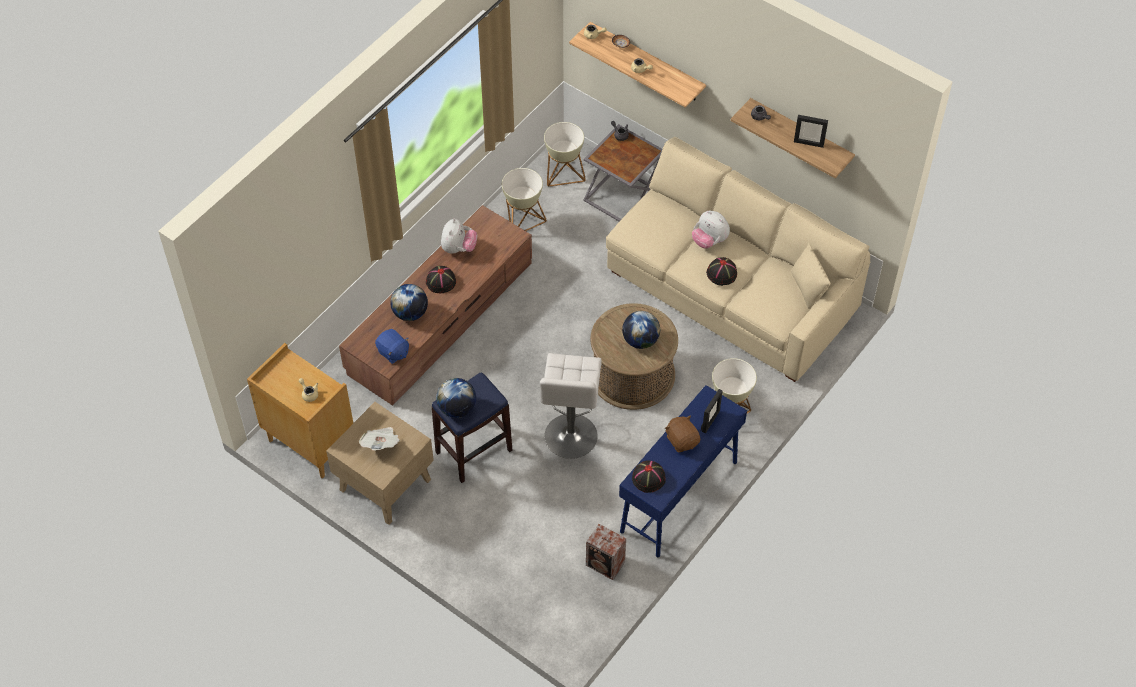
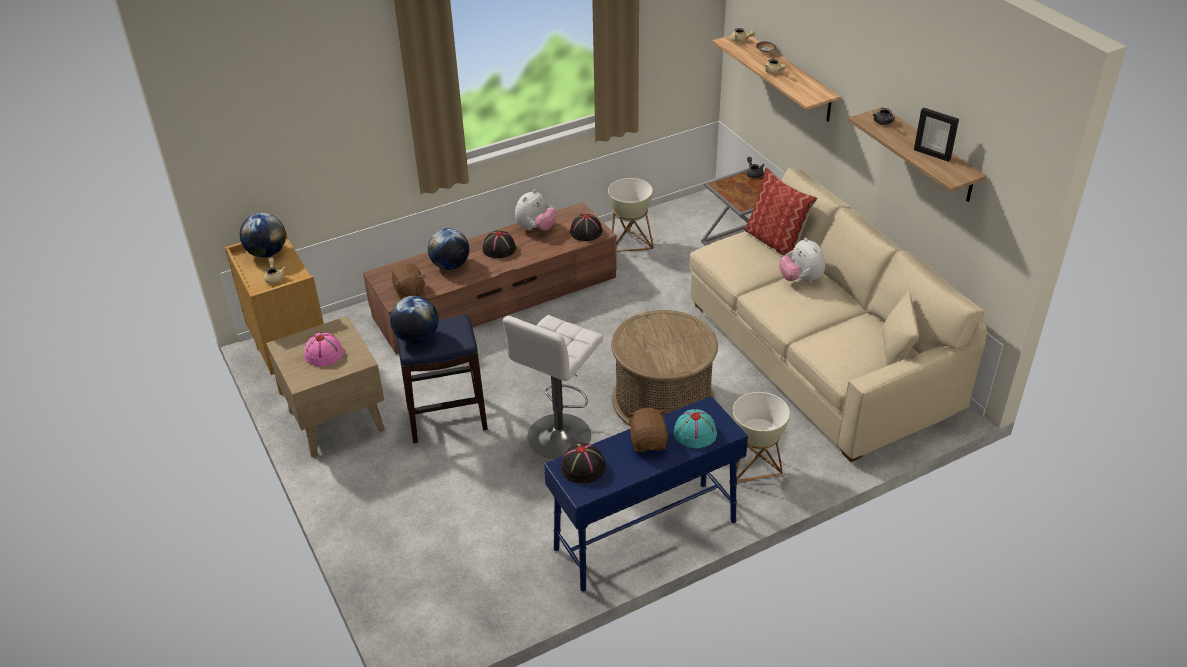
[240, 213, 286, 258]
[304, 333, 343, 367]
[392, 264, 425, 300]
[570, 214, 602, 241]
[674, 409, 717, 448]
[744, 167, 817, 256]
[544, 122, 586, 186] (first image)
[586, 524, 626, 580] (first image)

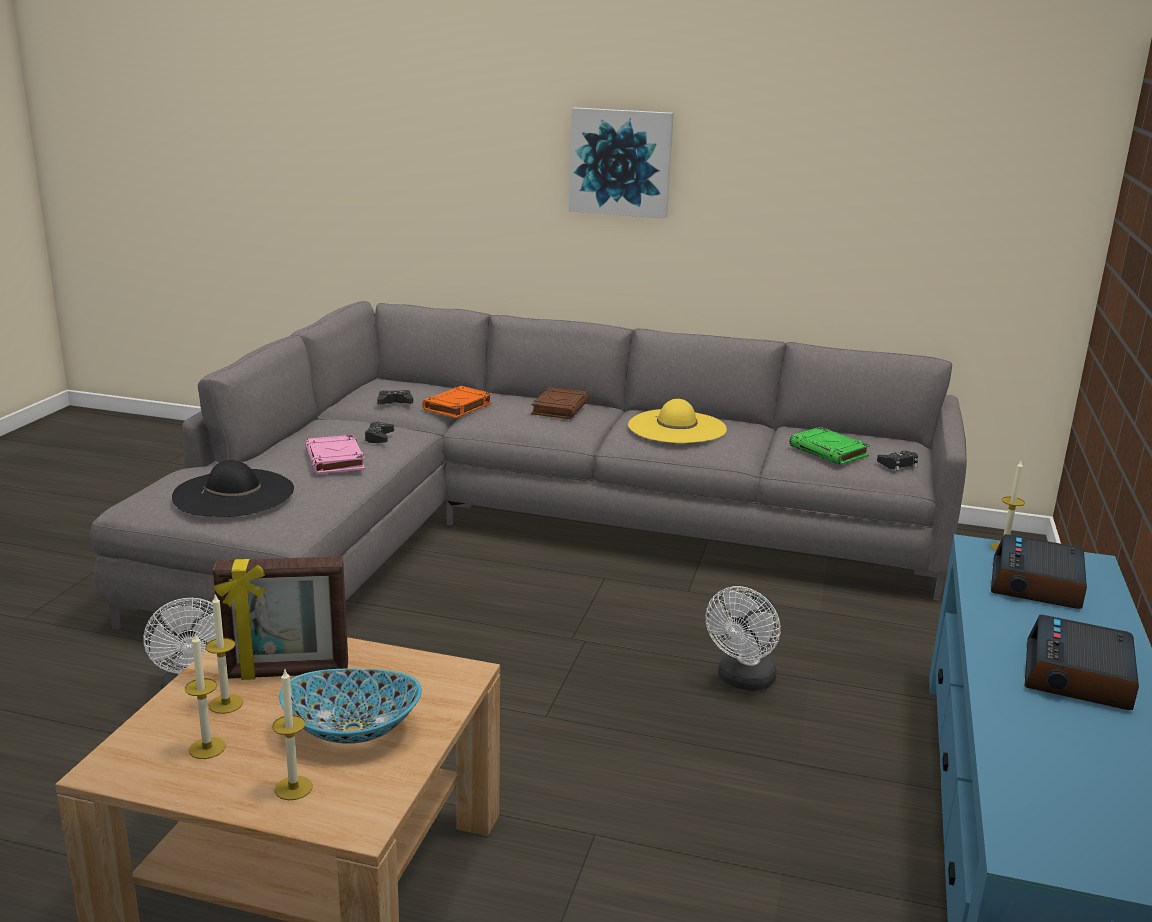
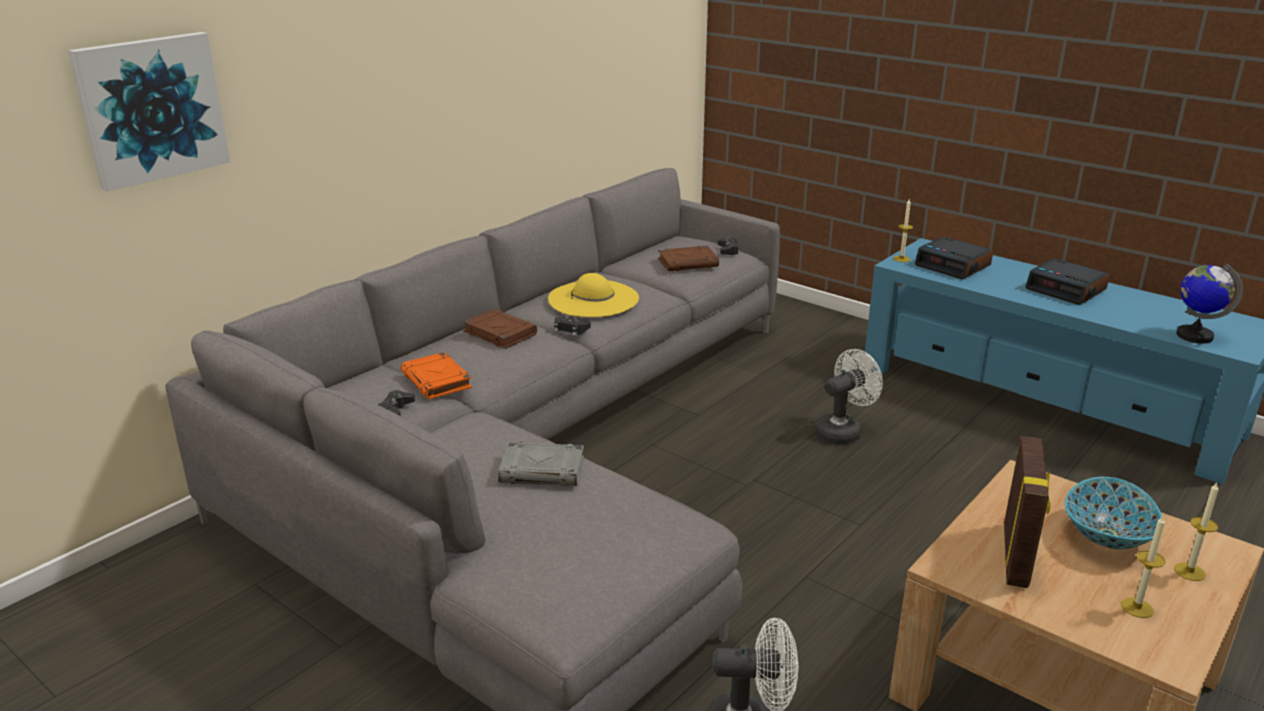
[68, 32, 230, 191]
[498, 442, 584, 486]
[554, 315, 591, 336]
[658, 246, 719, 271]
[815, 349, 883, 444]
[1176, 264, 1243, 344]
[172, 460, 294, 517] (first image)
[205, 593, 243, 714] (first image)

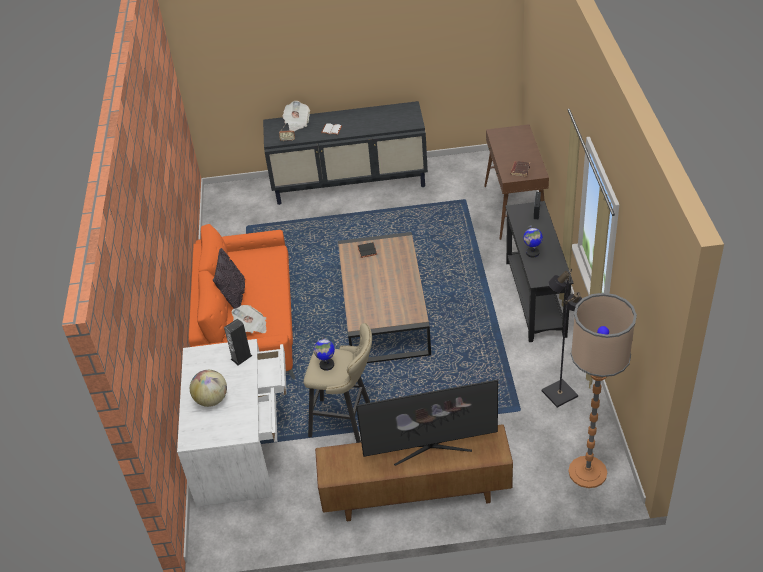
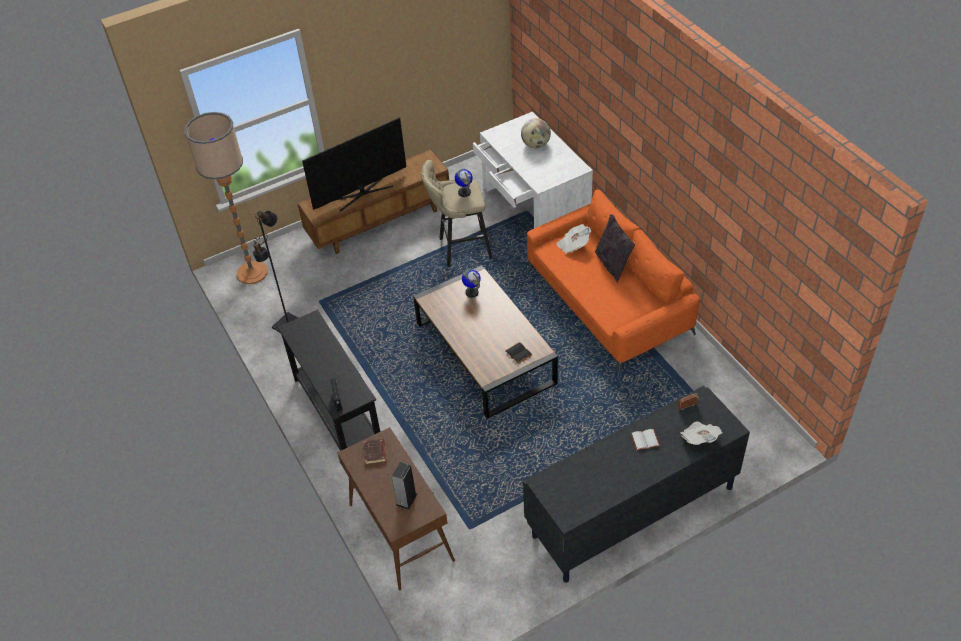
[392, 462, 417, 510]
[462, 269, 481, 298]

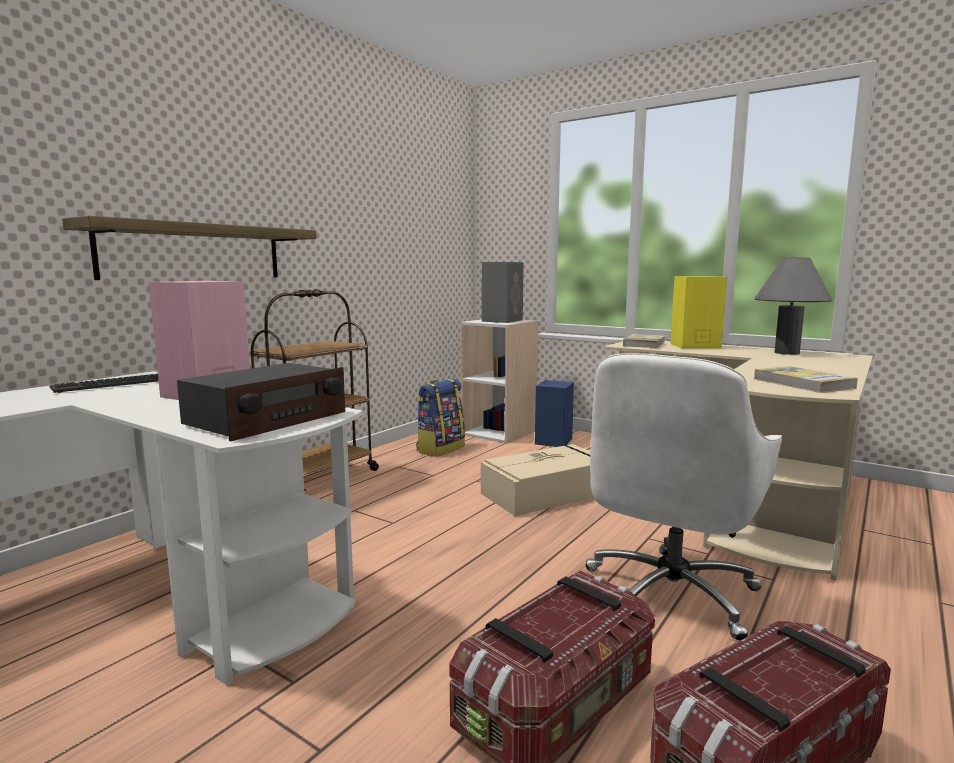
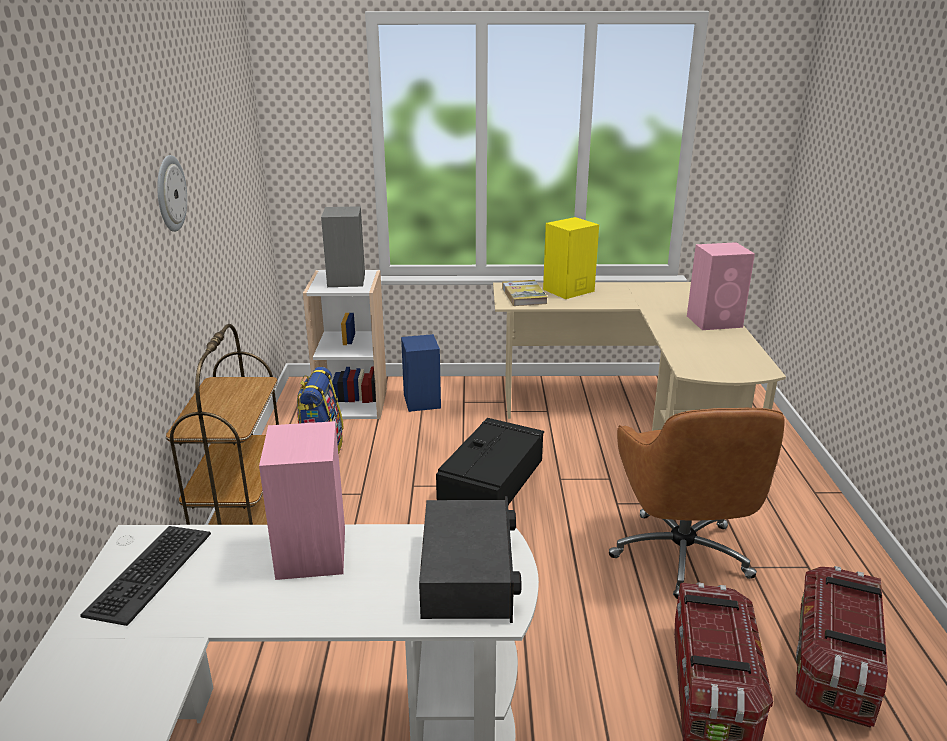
[157, 155, 187, 232]
[436, 418, 544, 505]
[609, 408, 785, 599]
[687, 242, 755, 330]
[62, 216, 317, 280] (first image)
[754, 257, 832, 355] (first image)
[754, 366, 858, 393] (first image)

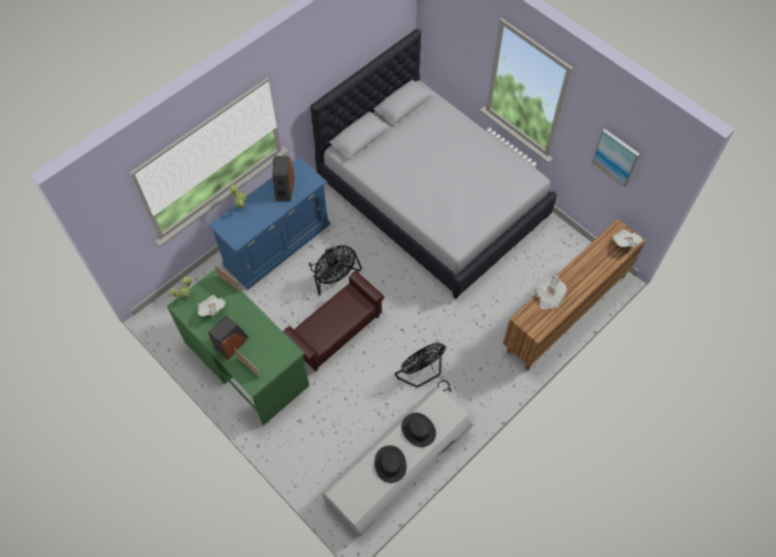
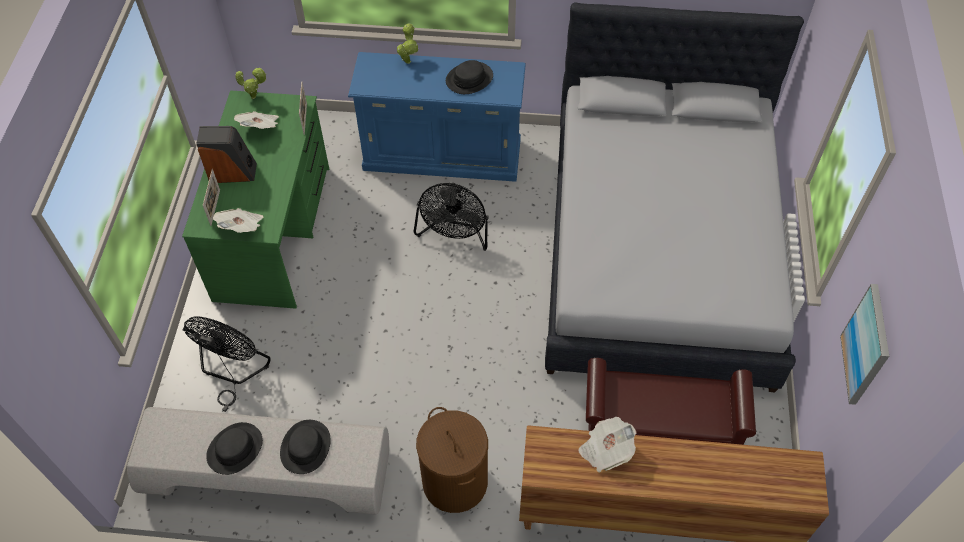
[183, 316, 271, 412]
[213, 208, 264, 233]
[416, 407, 488, 513]
[446, 60, 493, 94]
[586, 358, 756, 445]

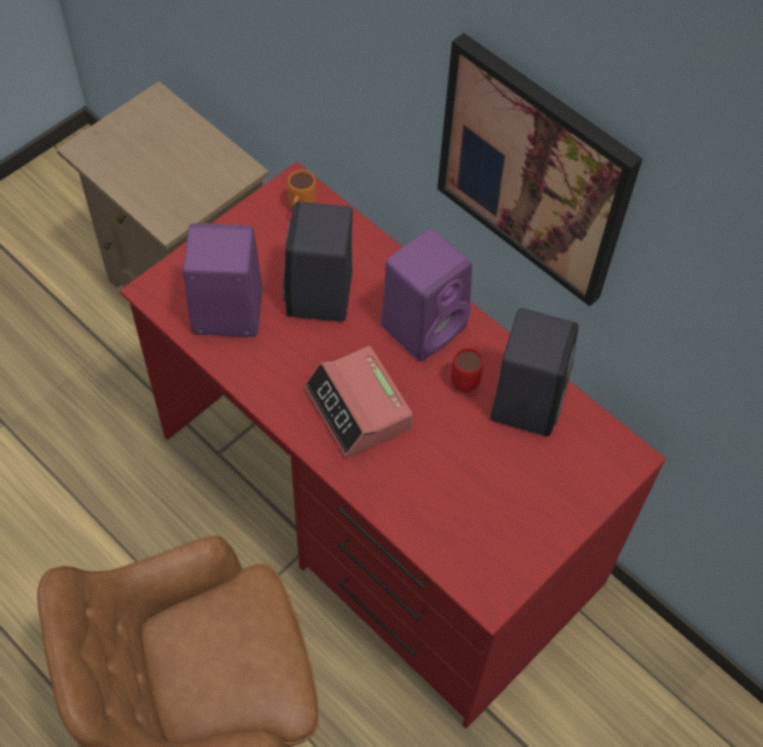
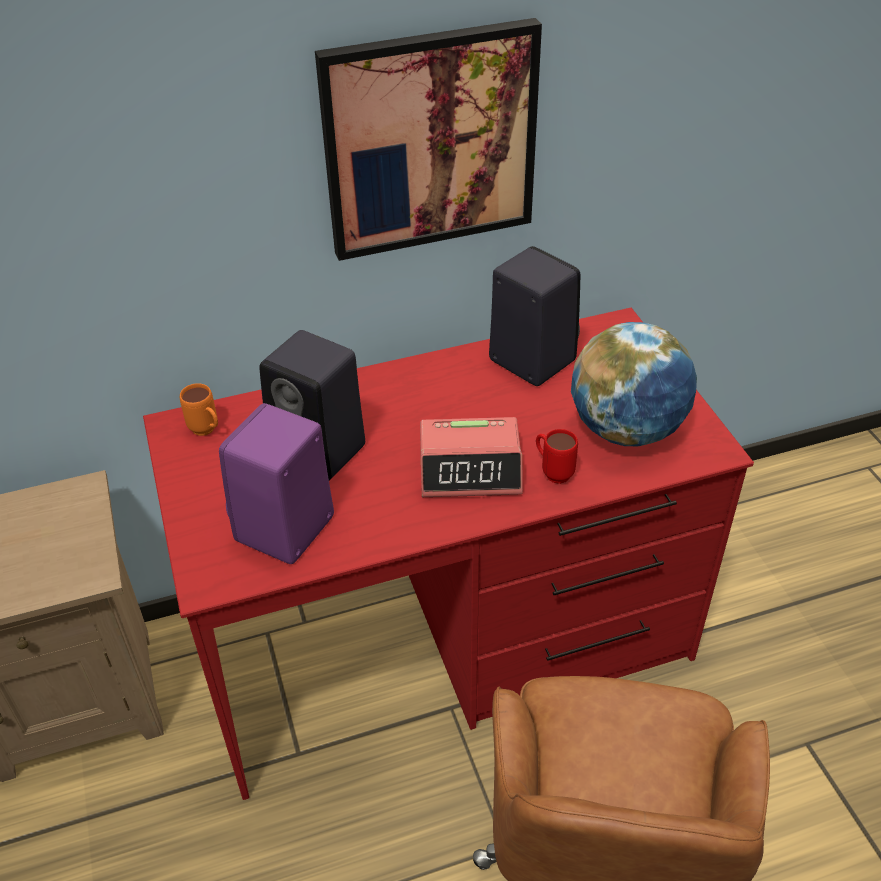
[536, 429, 578, 484]
[571, 322, 697, 446]
[381, 228, 472, 361] (first image)

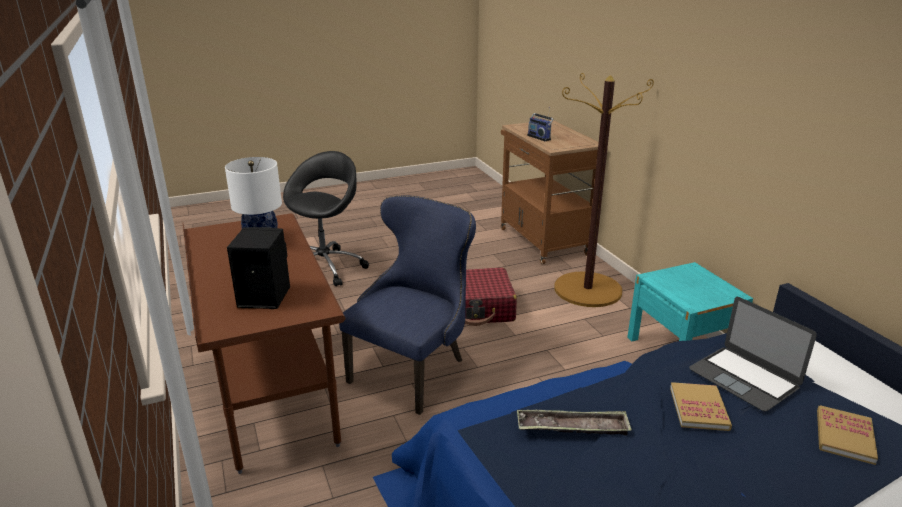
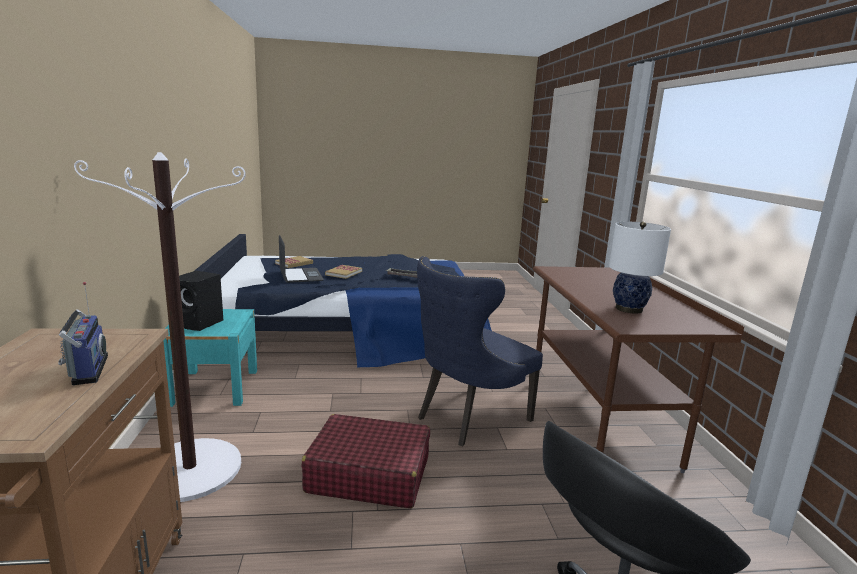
[74, 152, 246, 502]
[179, 271, 223, 331]

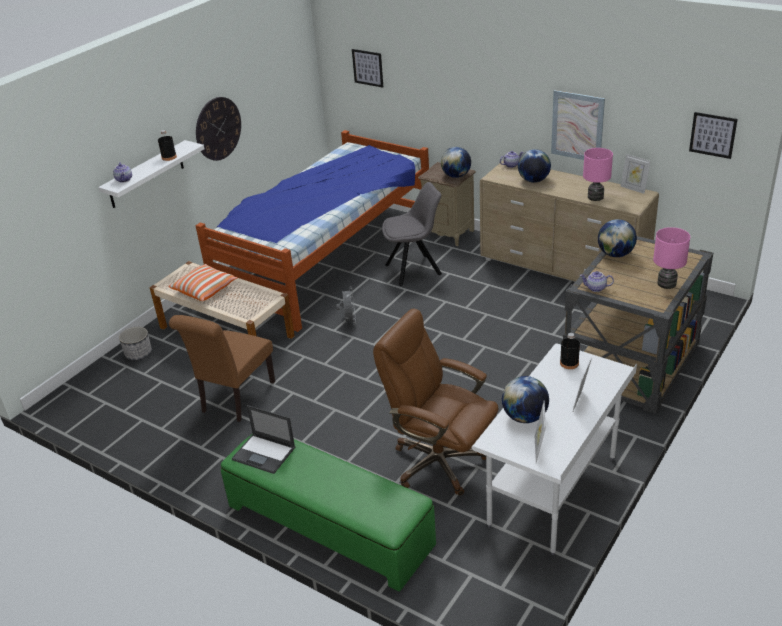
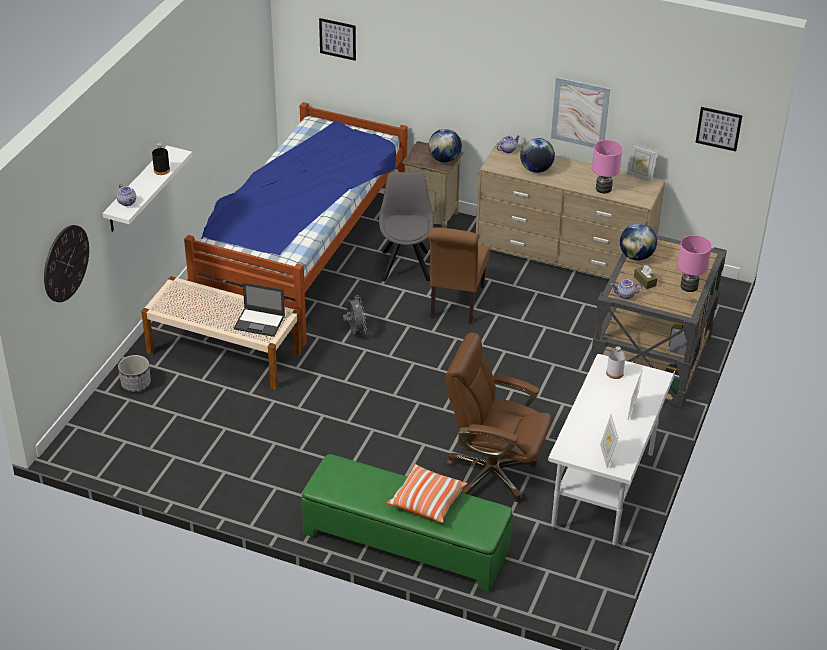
[44, 225, 89, 302]
[234, 282, 285, 337]
[379, 172, 434, 282]
[387, 464, 467, 523]
[428, 227, 490, 324]
[606, 346, 626, 379]
[634, 265, 658, 289]
[502, 376, 549, 423] (first image)

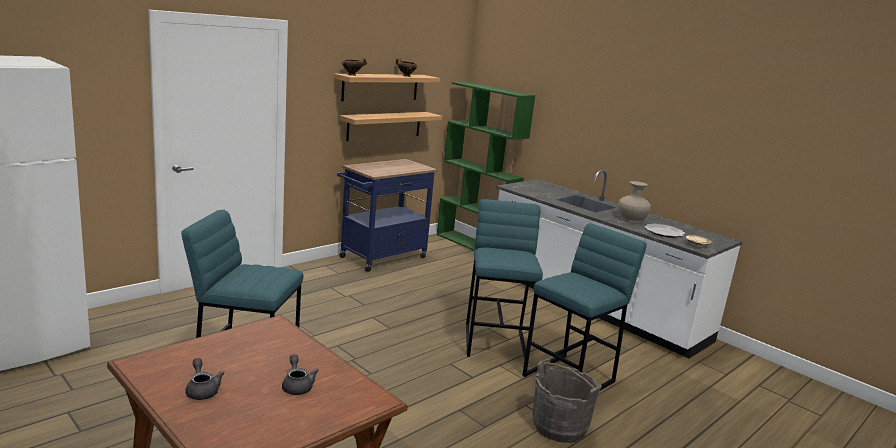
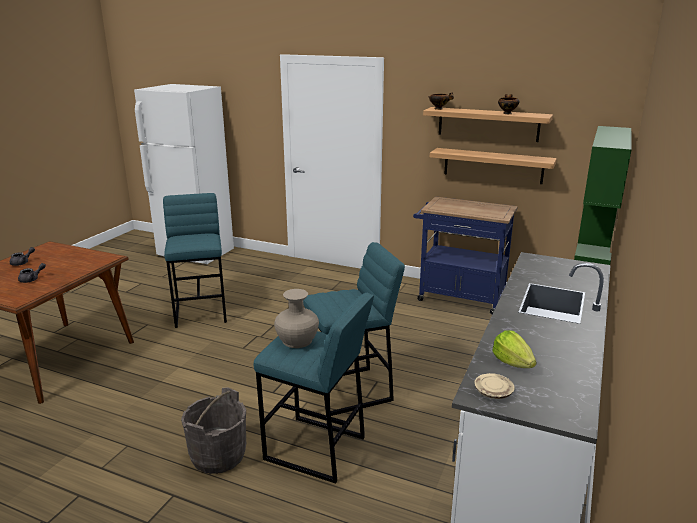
[274, 289, 319, 348]
[493, 330, 537, 368]

